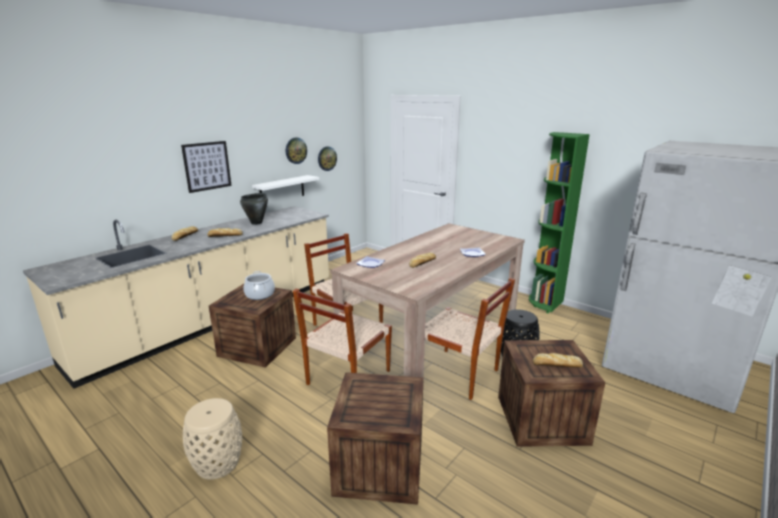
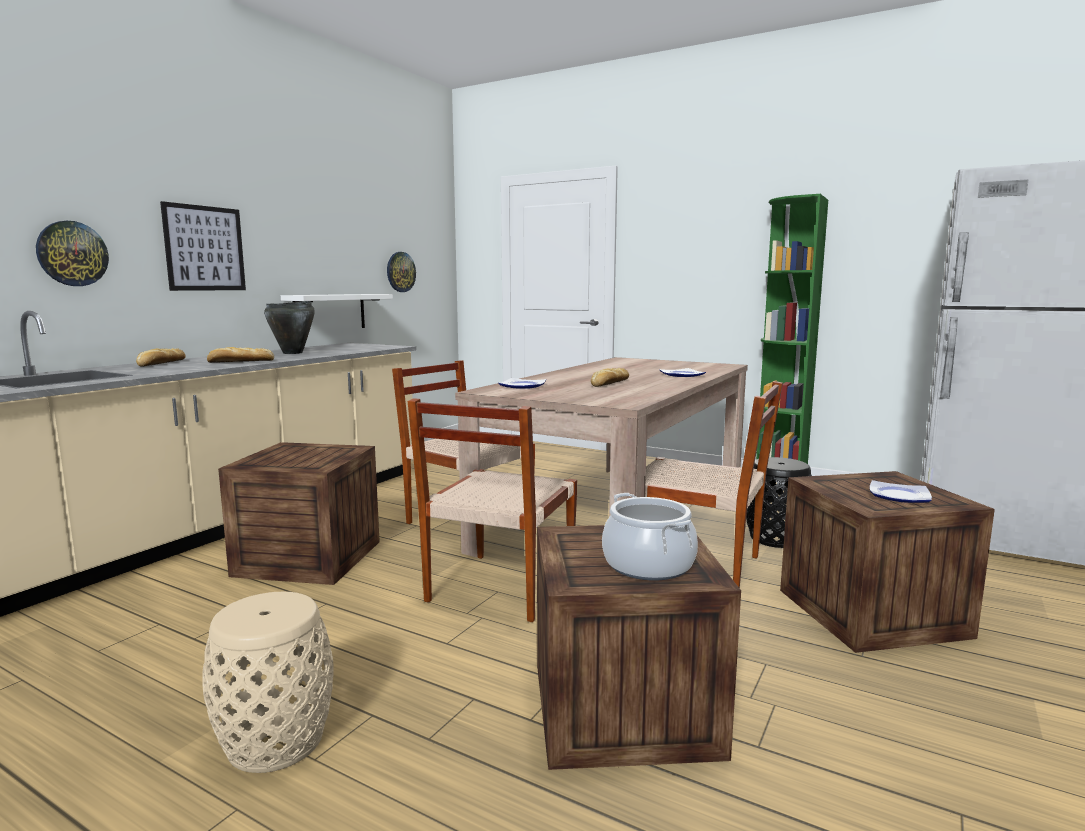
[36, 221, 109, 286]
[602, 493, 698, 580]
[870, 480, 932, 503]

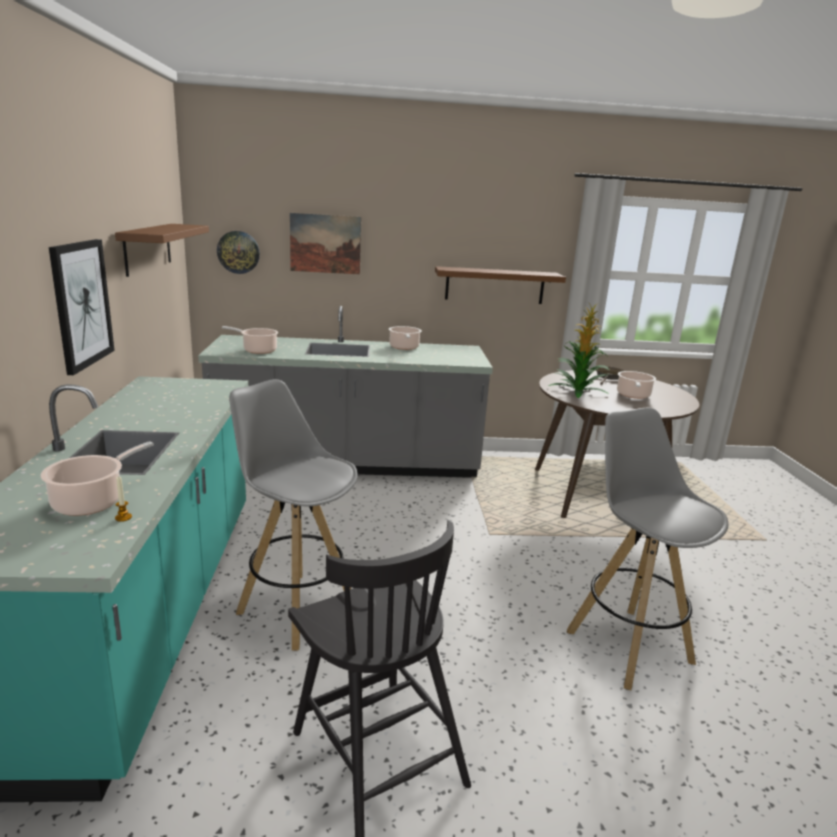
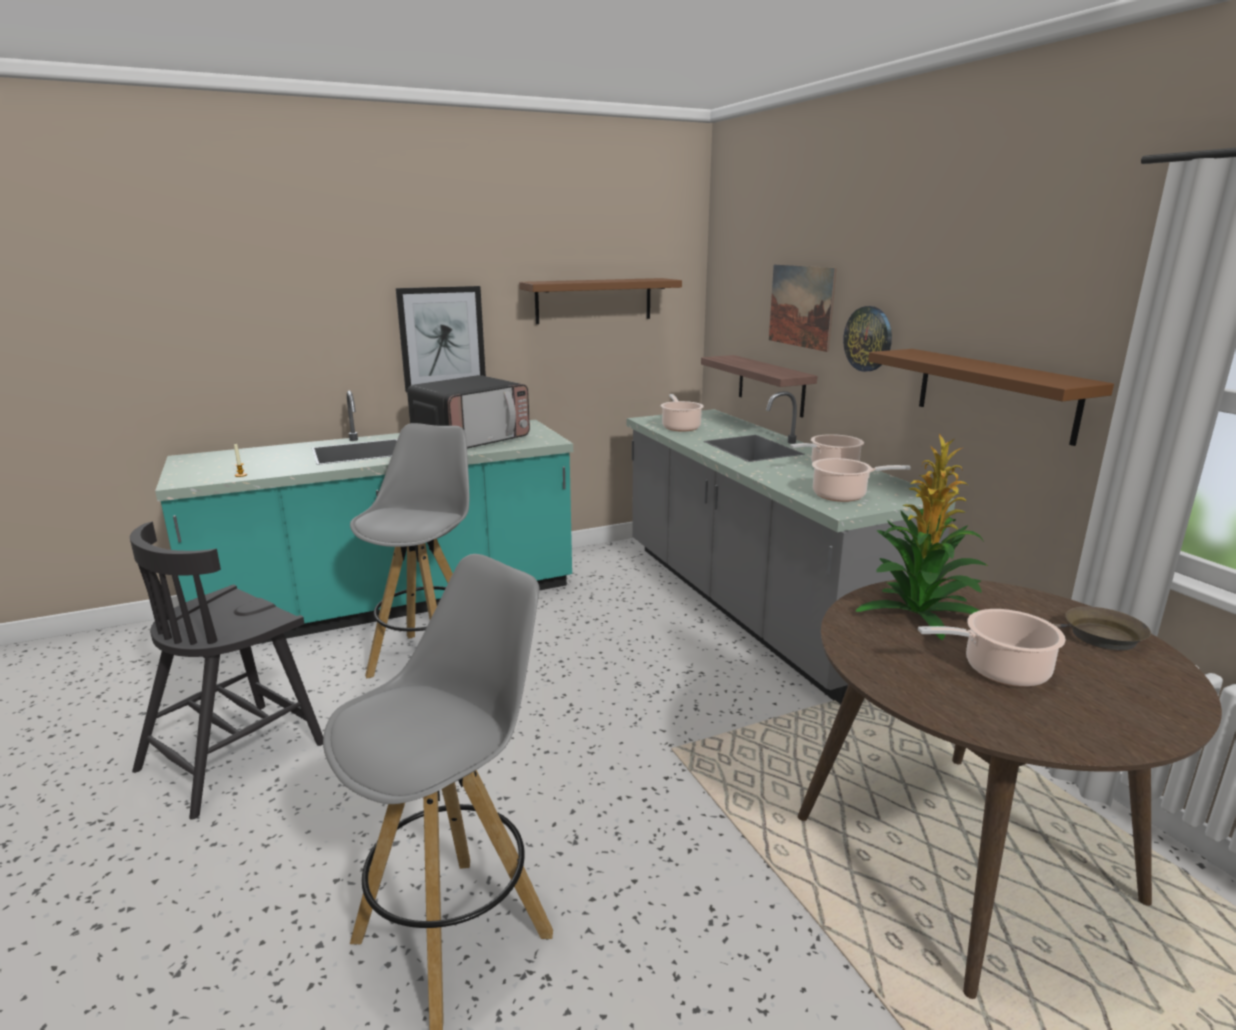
[407, 375, 530, 448]
[701, 355, 817, 418]
[812, 458, 911, 502]
[843, 306, 892, 372]

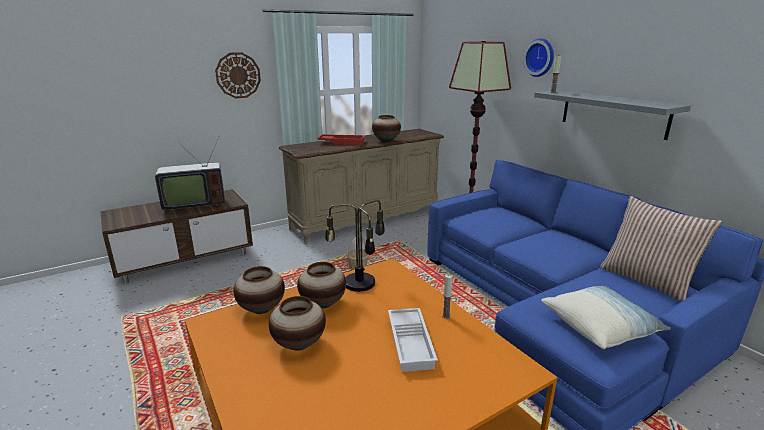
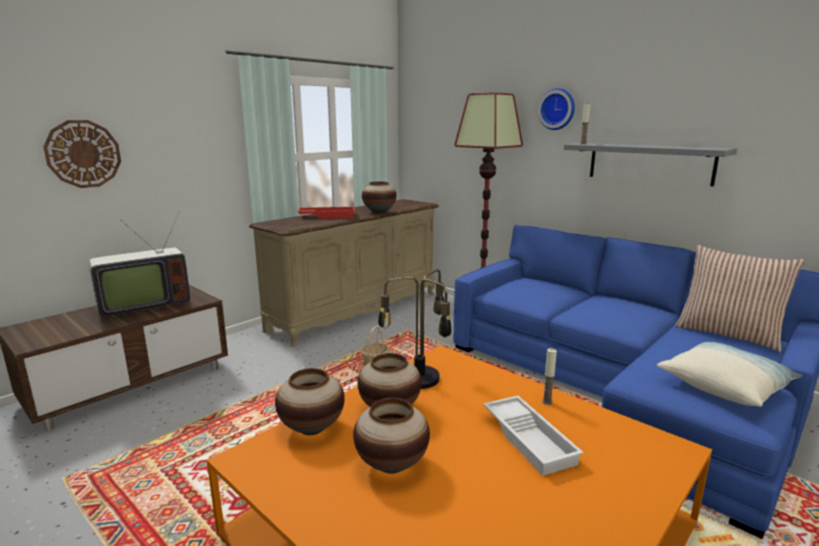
[43, 120, 121, 188]

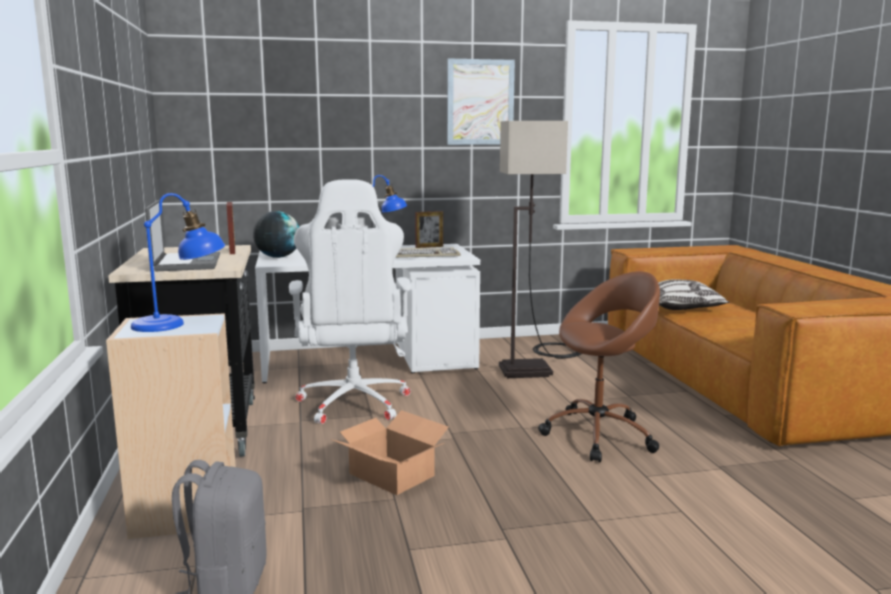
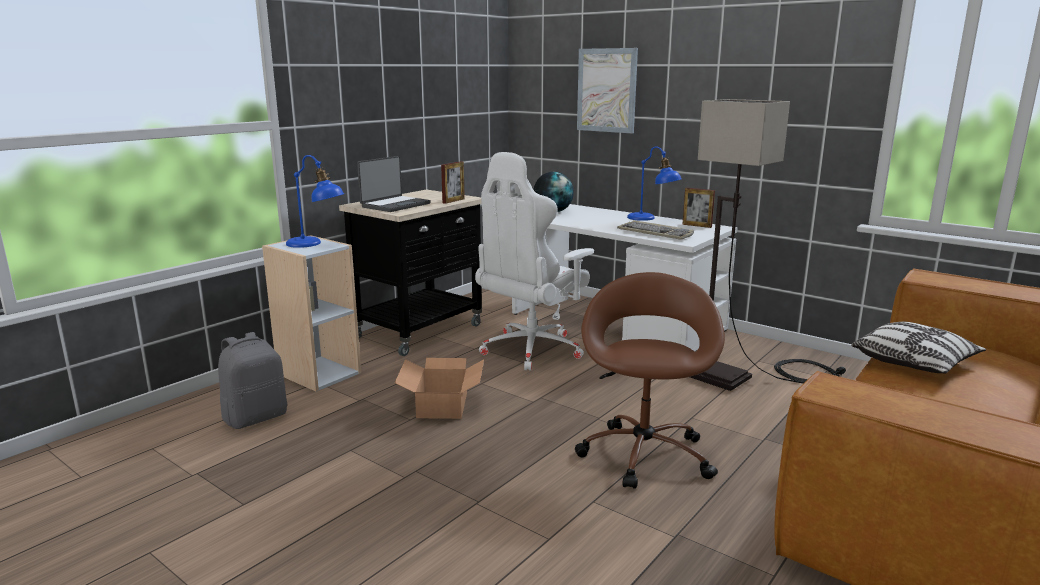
[575, 272, 725, 489]
[577, 48, 638, 133]

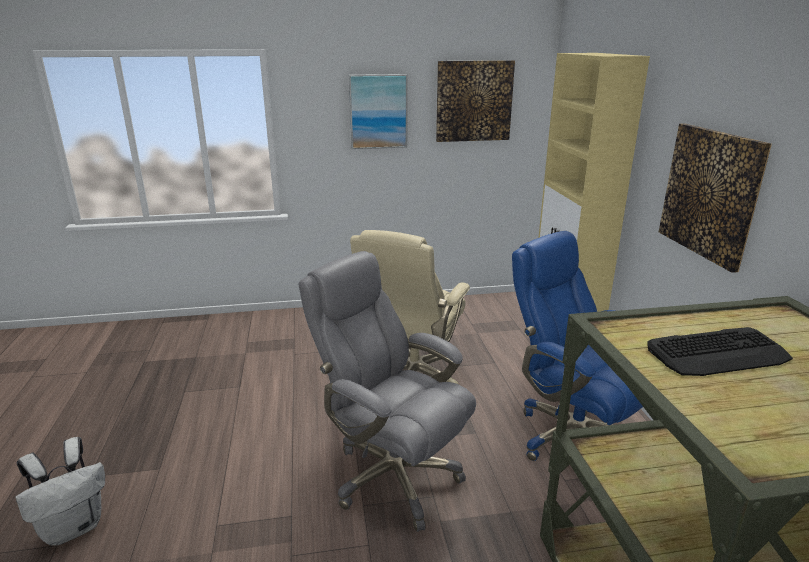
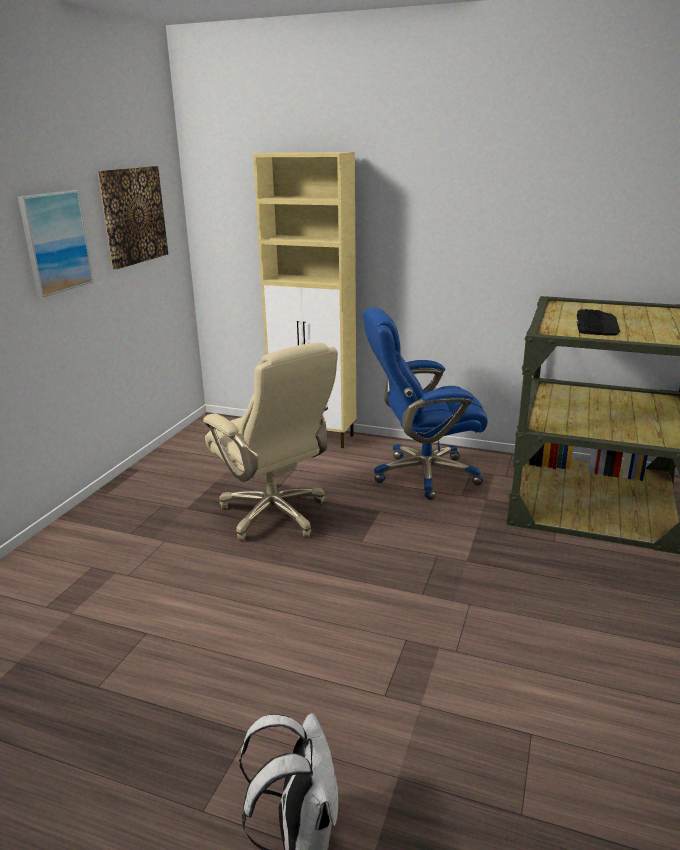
[299, 251, 476, 532] (first image)
[659, 123, 772, 273] (first image)

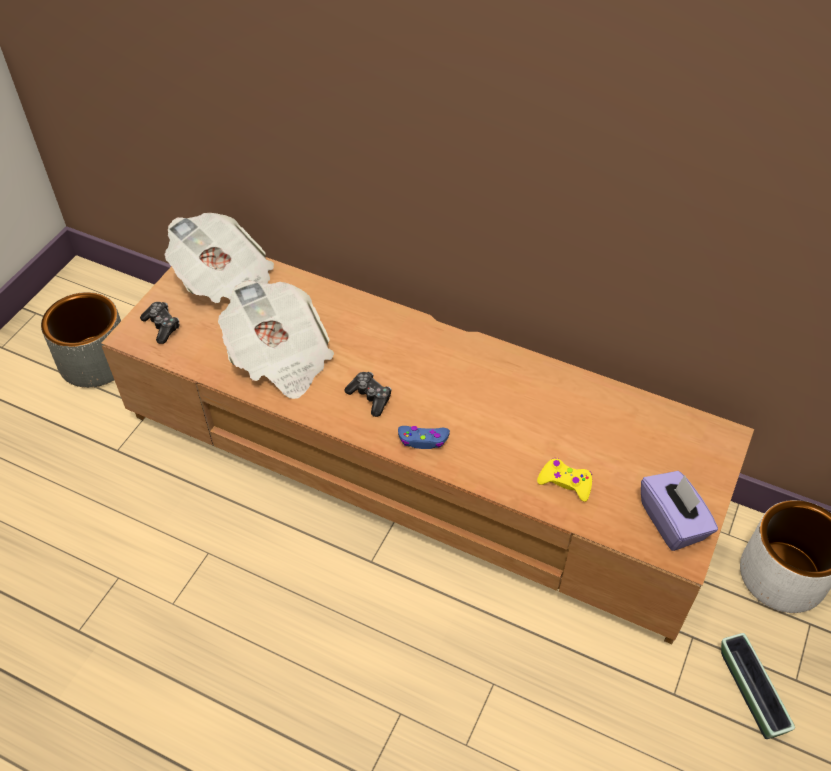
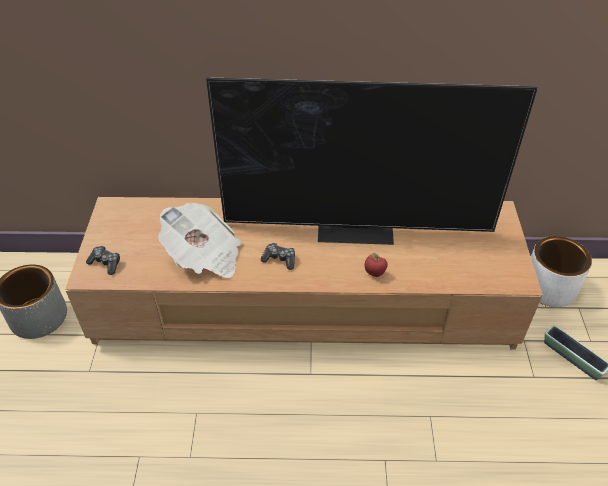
[206, 77, 538, 245]
[365, 253, 388, 277]
[164, 213, 274, 303] (first image)
[398, 426, 450, 449] (first image)
[537, 458, 592, 502] (first image)
[641, 471, 718, 551] (first image)

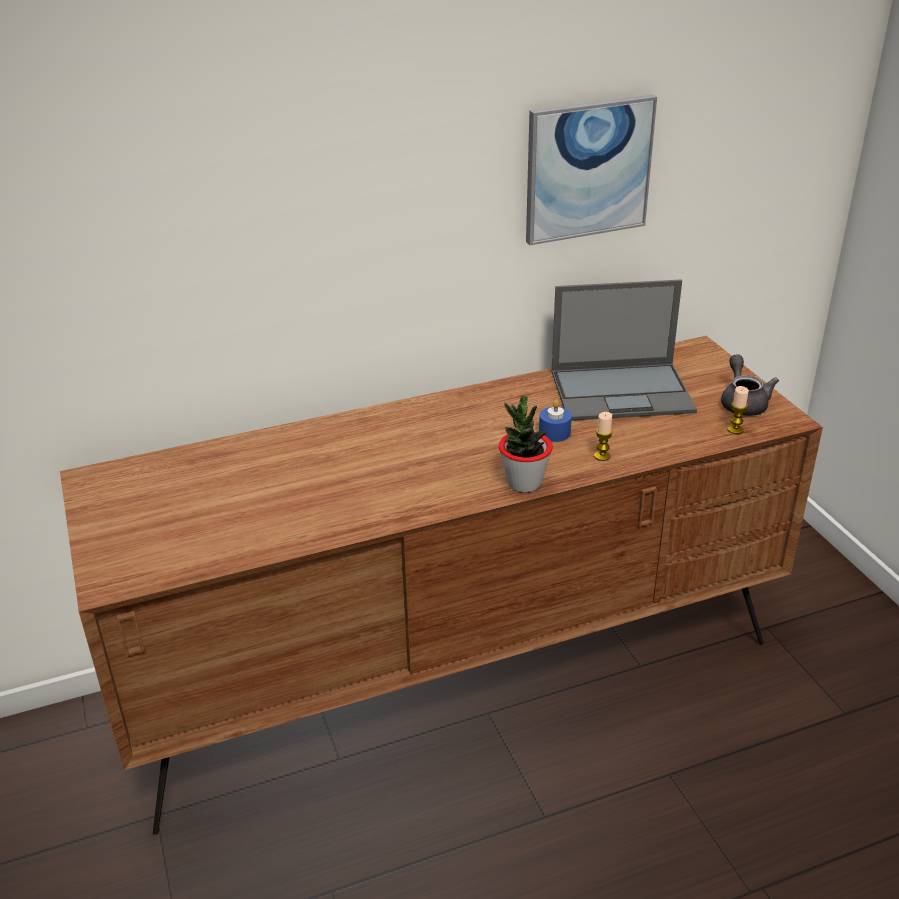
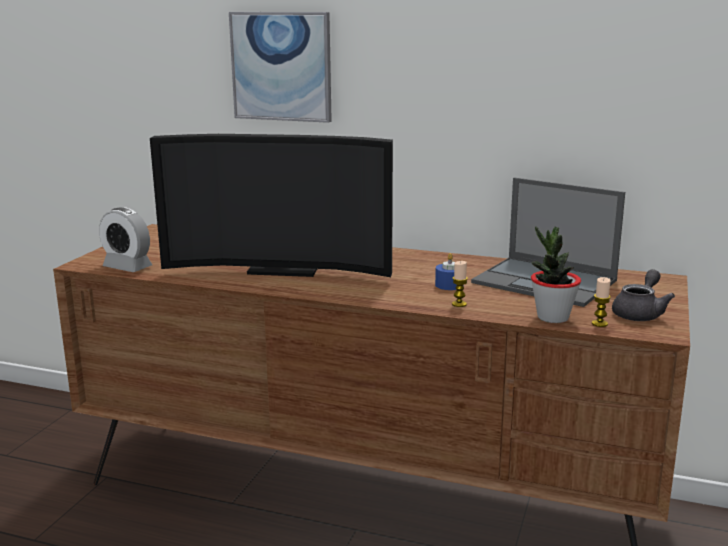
[99, 208, 152, 272]
[150, 134, 393, 277]
[229, 12, 332, 123]
[531, 226, 581, 323]

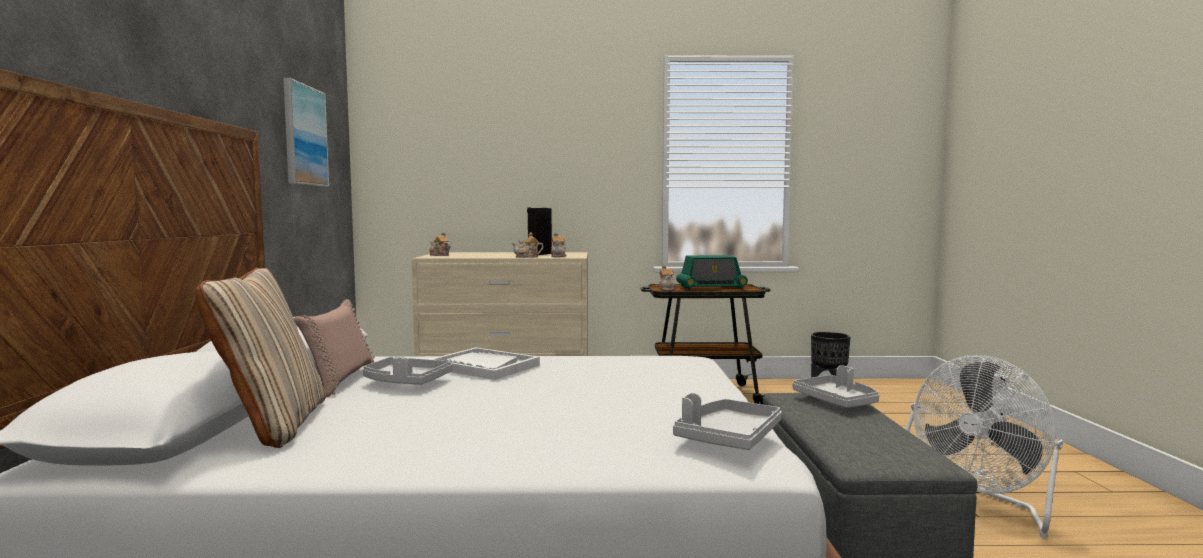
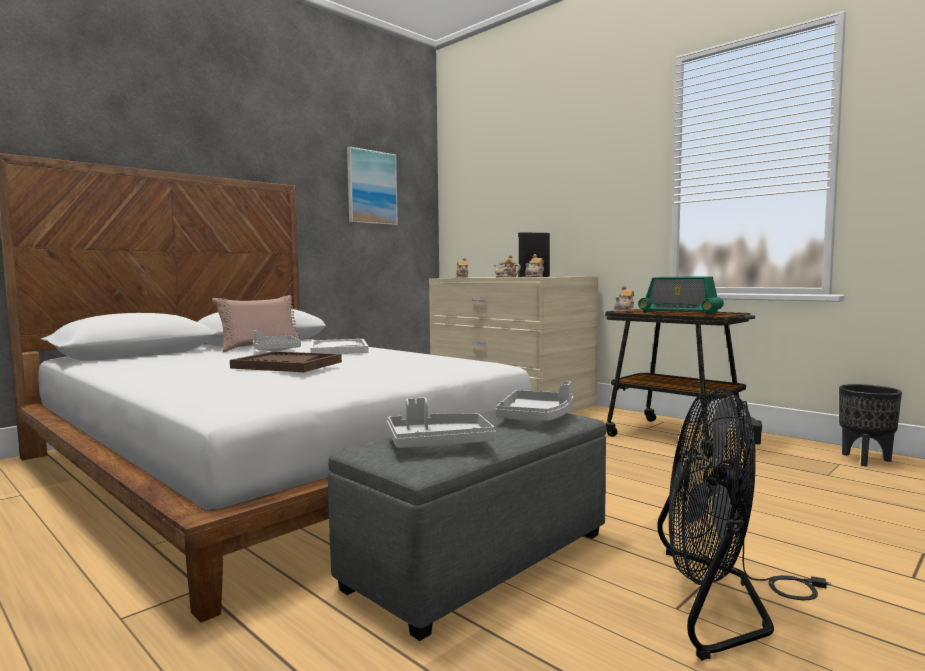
[230, 351, 342, 372]
[387, 398, 496, 448]
[657, 388, 831, 661]
[195, 268, 326, 448] (first image)

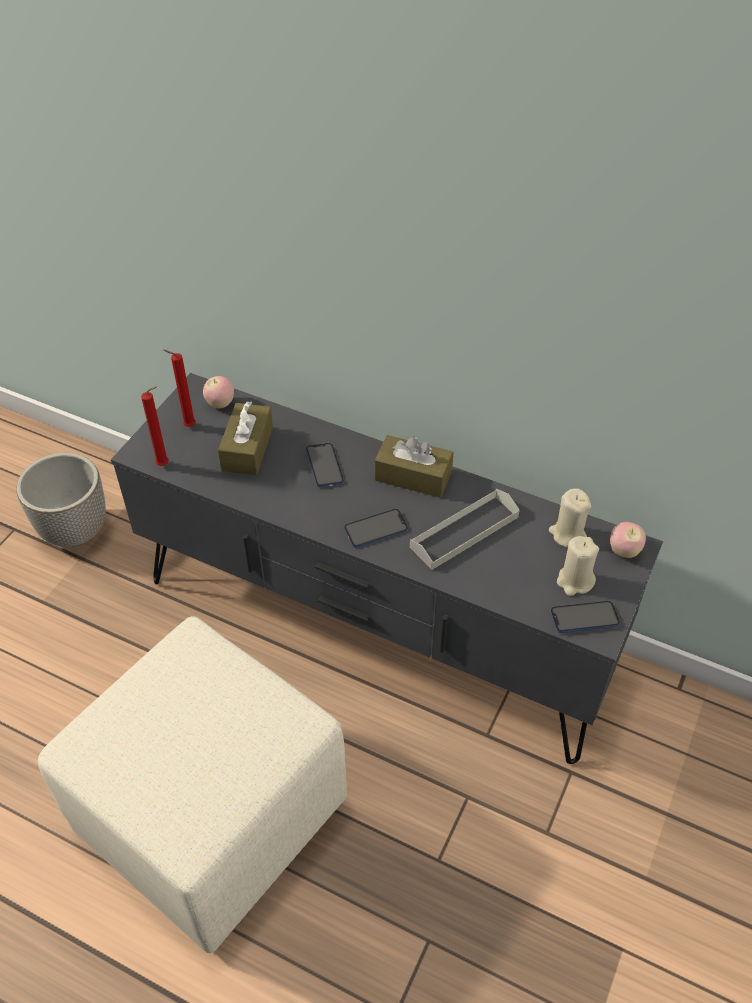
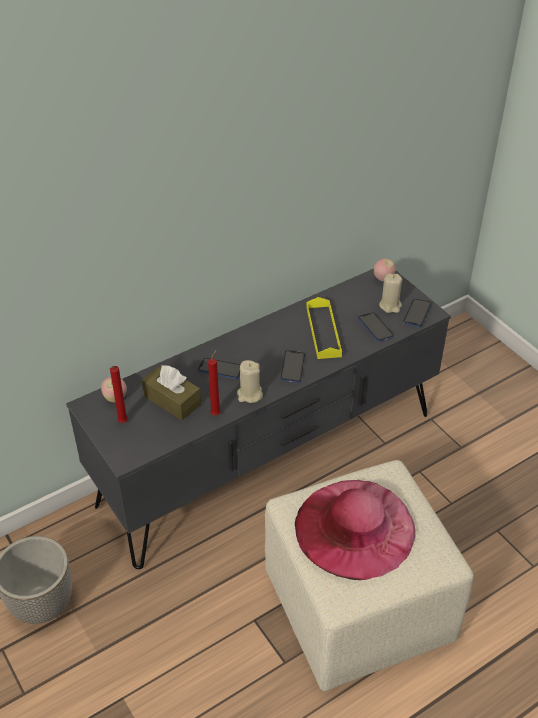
[208, 349, 221, 415]
[237, 360, 263, 403]
[295, 480, 416, 580]
[306, 297, 342, 359]
[358, 312, 394, 342]
[375, 435, 454, 498] (first image)

